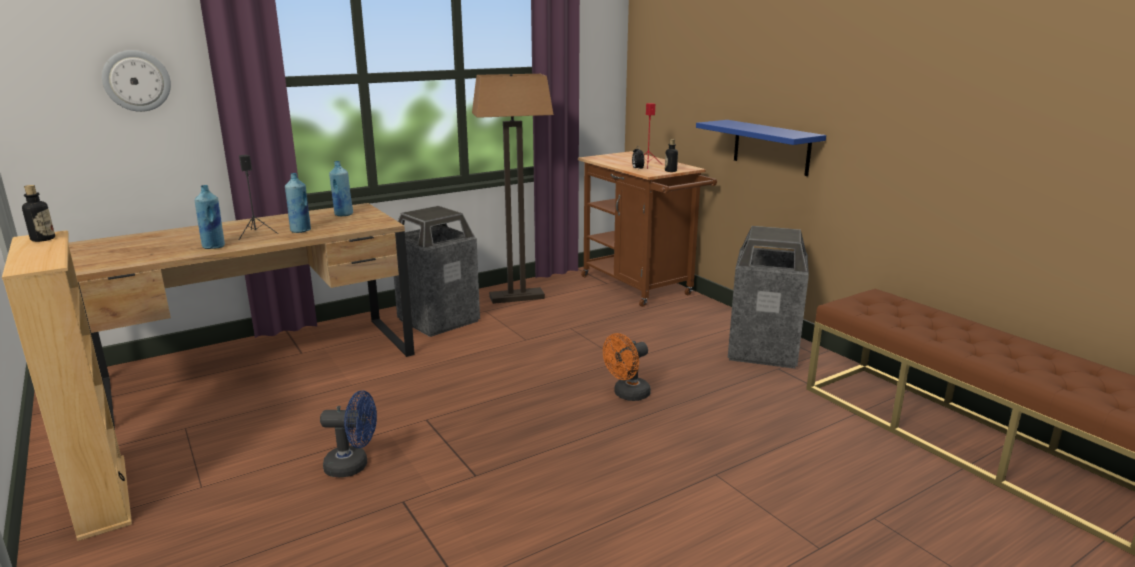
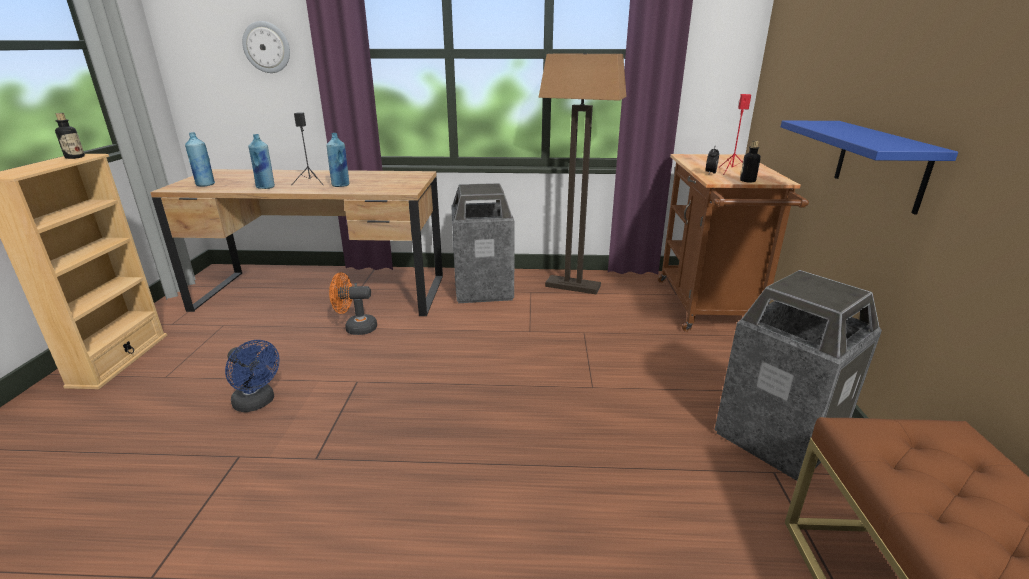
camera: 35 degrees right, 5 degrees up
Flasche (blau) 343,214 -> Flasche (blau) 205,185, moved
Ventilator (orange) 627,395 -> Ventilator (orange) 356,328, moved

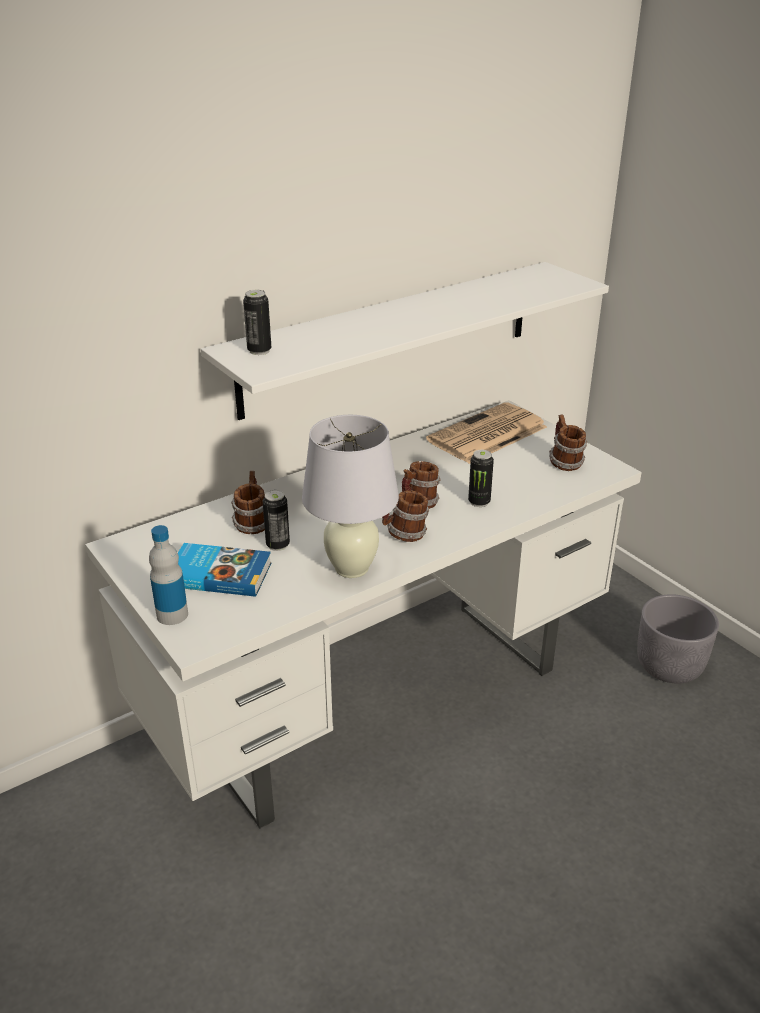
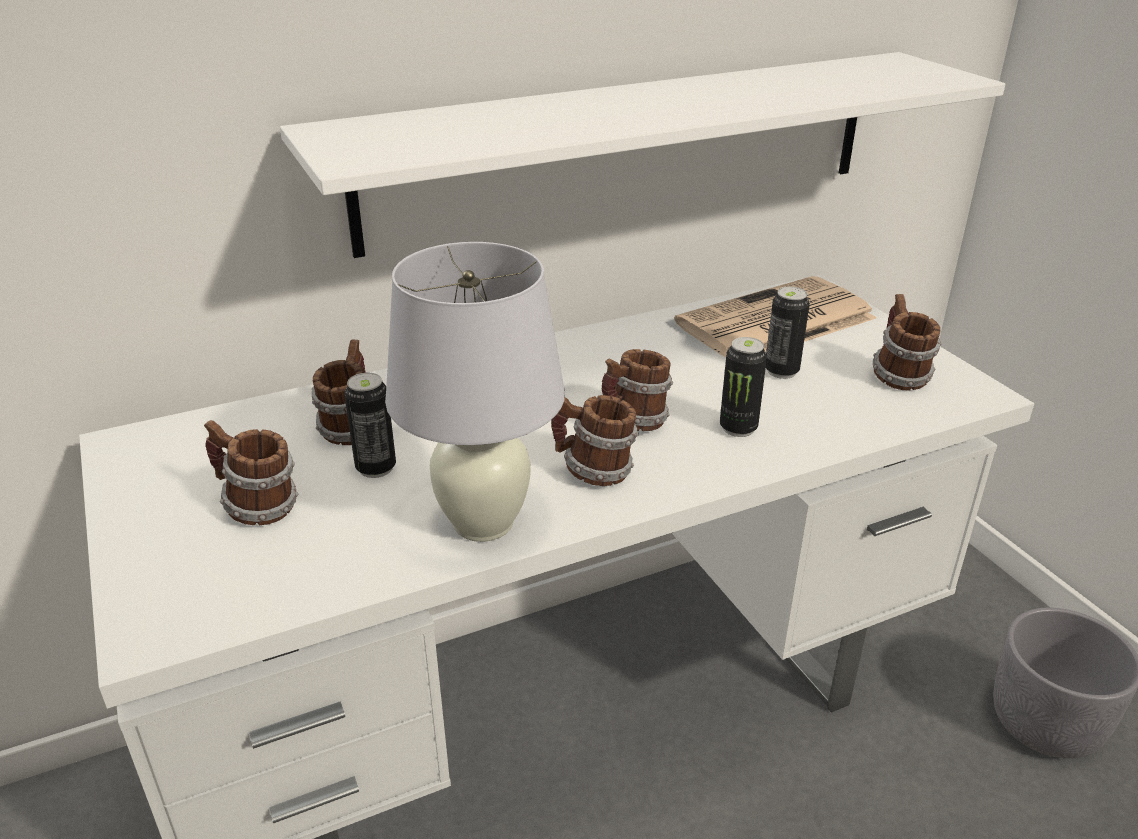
camera: 10 degrees right, 0 degrees up
Dose 259,351 -> Dose 781,371, moved
Flasche 172,615 -> none
Buch 219,573 -> Henkelbecher 257,508

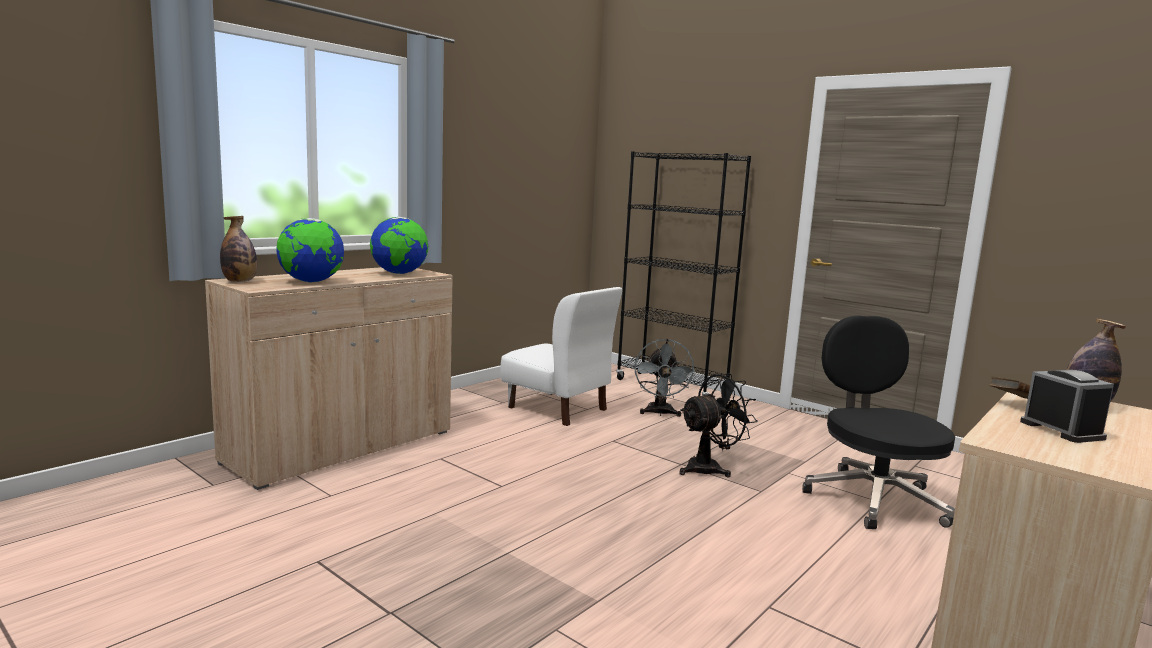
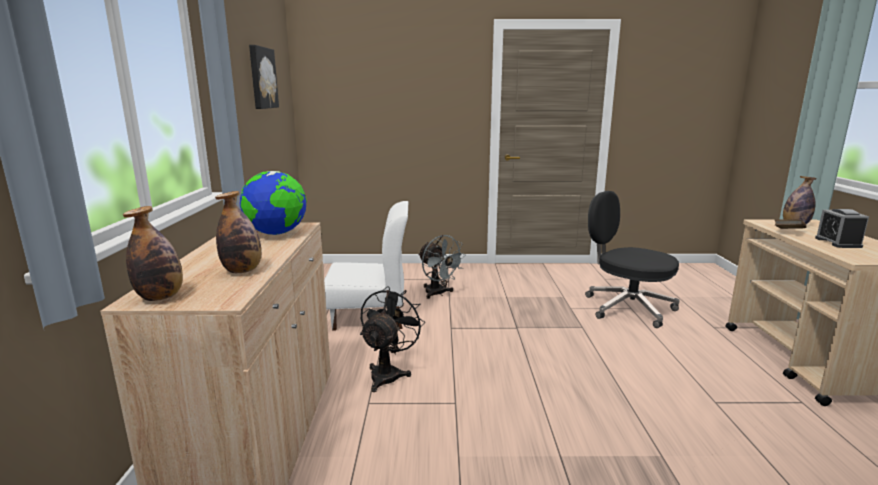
camera: 40 degrees left, 5 degrees up
Bücherregal (schwarz) 671,387 -> none
Globus 311,282 -> Flasche 242,271
Wecker 1061,430 -> Wecker 838,242, 120 degrees counterclockwise
Ventilator (schwarz) 710,468 -> Ventilator (schwarz) 388,373, moved
none -> Bild 261,78

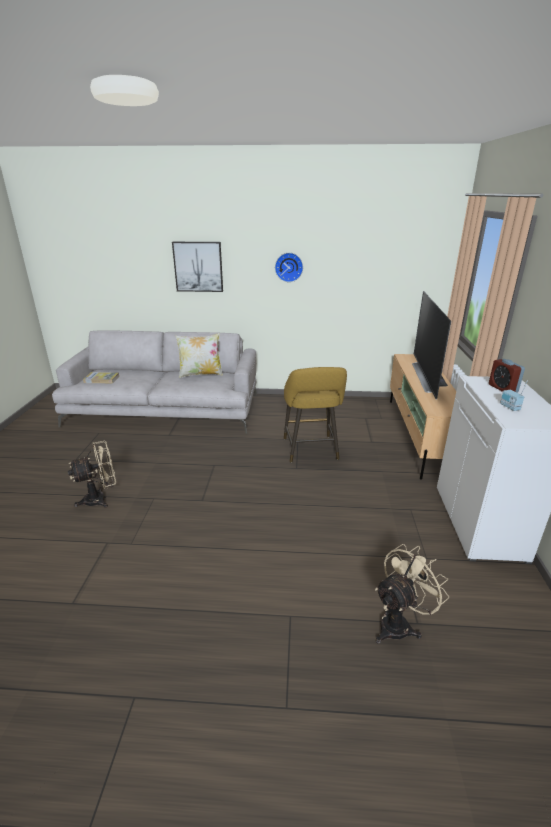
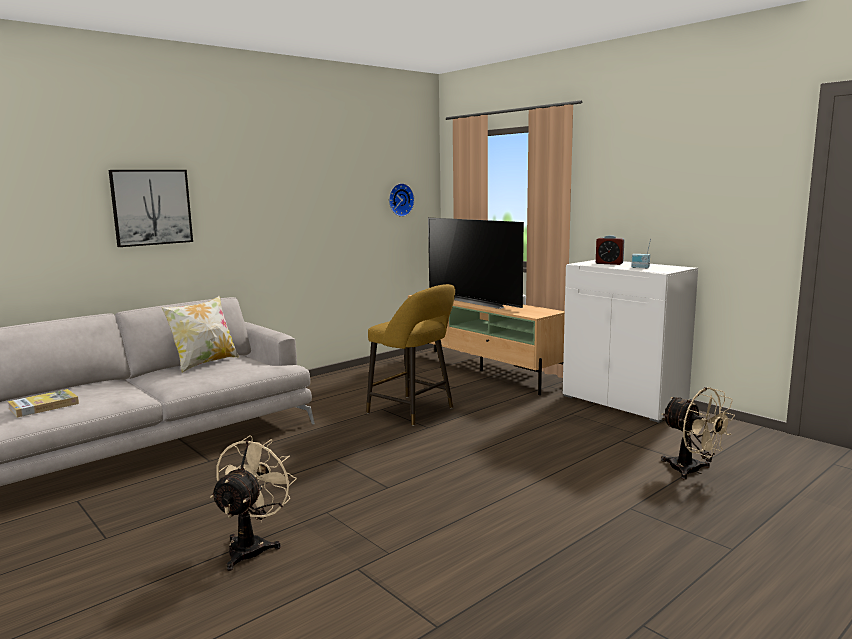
camera: 45 degrees left, 15 degrees down
Wanduhr 289,267 -> Wanduhr 400,199, moved
Ventilator (beige) 399,623 -> Ventilator (beige) 692,471, 135 degrees clockwise

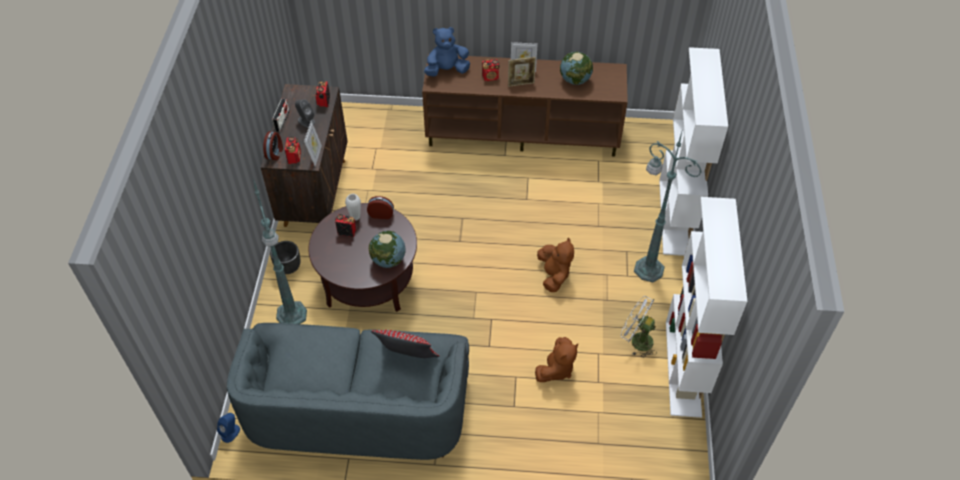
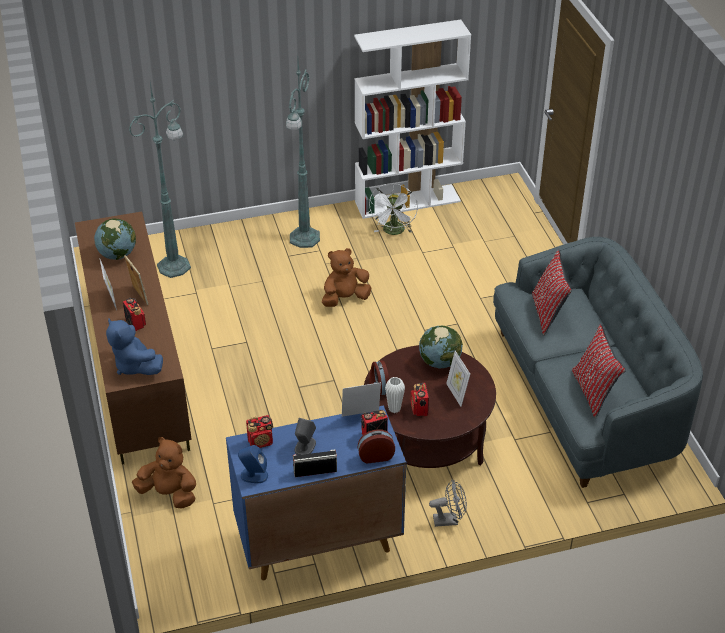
camera: 110 degrees left, 10 degrees down
Bücherregal (weiß) 675,217 -> none
Schrank (braun) 315,192 -> Schrank (blau) 317,540
Stehlampe (grün) 292,316 -> Stehlampe (grün) 175,266, moved
Pflanzkübel (schwarz) 289,267 -> Ventilator (grau) 449,520
Plüschtier (braun) 556,369 -> Plüschtier (braun) 169,494, moved
Lautsprecher (blau) 230,433 -> Lautsprecher (blau) 253,475, moved
none -> Kissen (rot) 594,392
none -> Bilderrahmen 457,394

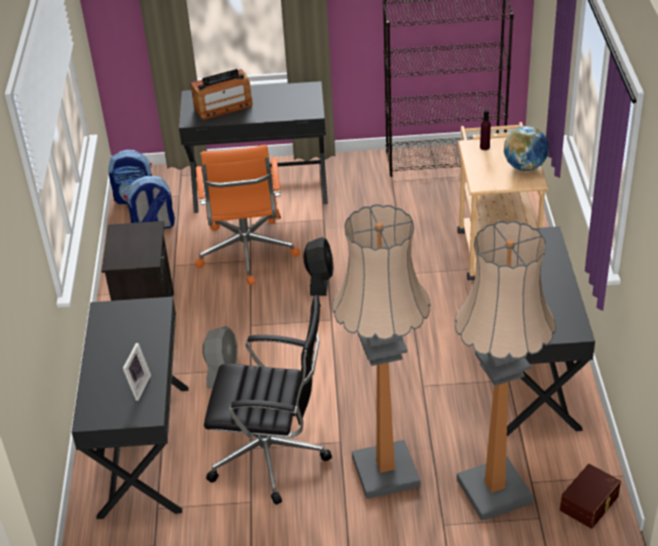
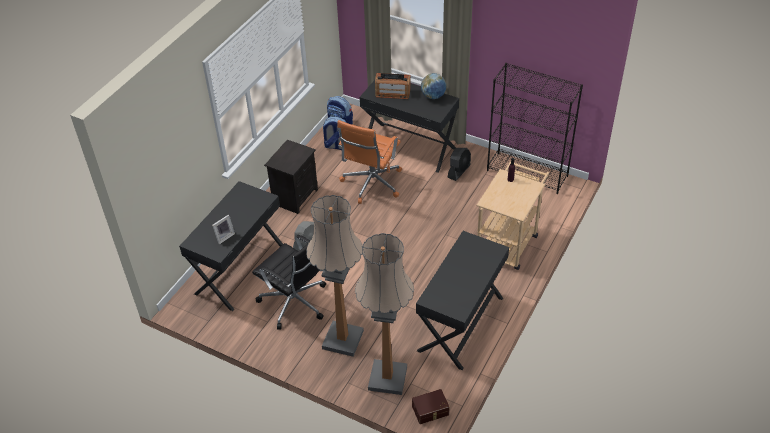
camera: 30 degrees right, 5 degrees up
Globus 525,166 -> Globus 433,96, moved
Ventilator (schwarz) 319,280 -> Ventilator (schwarz) 459,171, moved

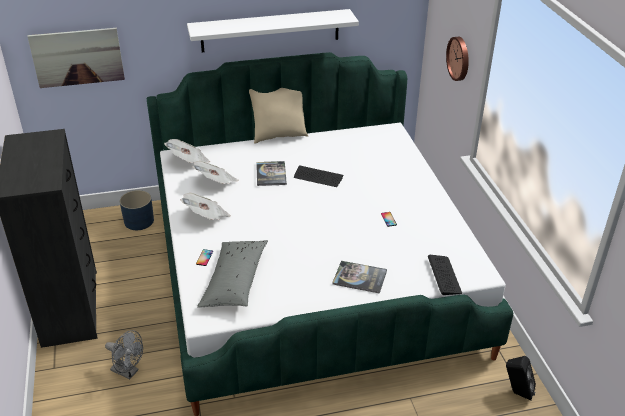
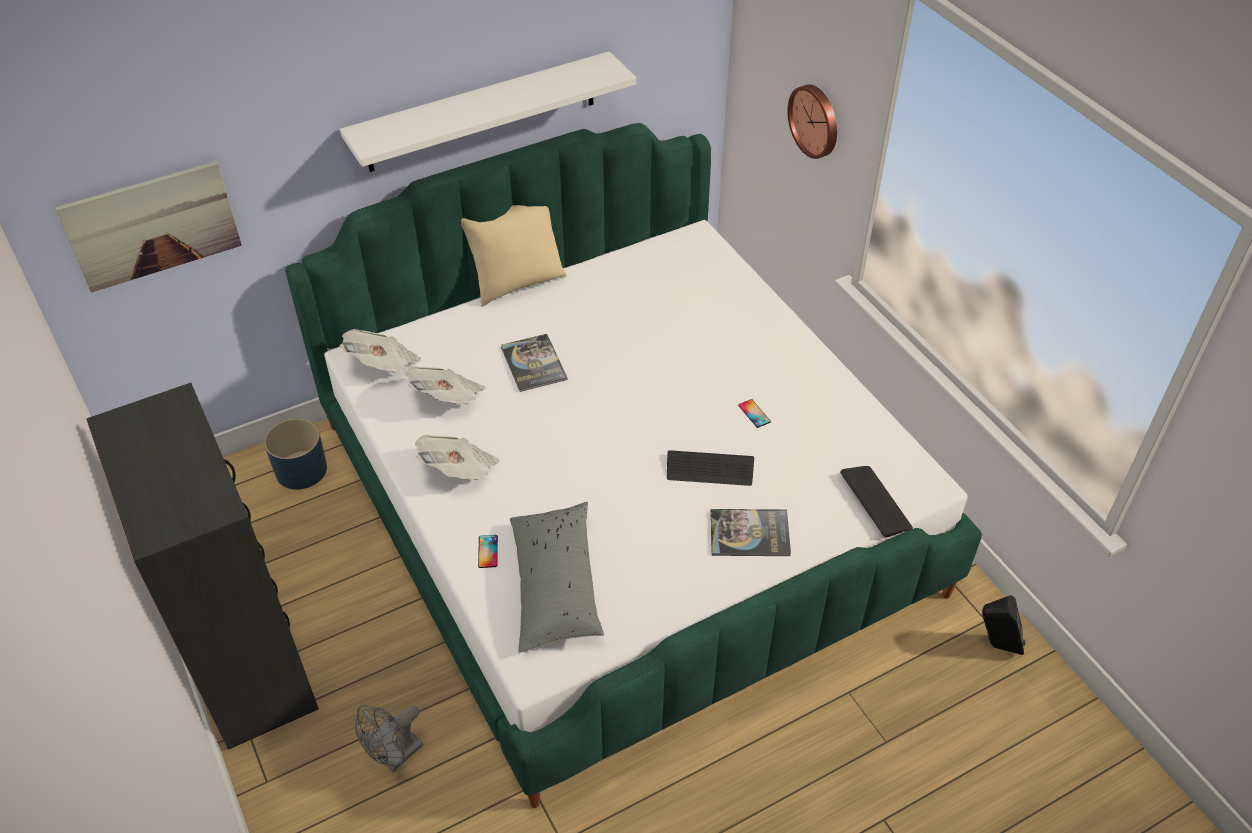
camera: 15 degrees left, 10 degrees up
Tastatur 318,177 -> Tastatur 709,469, moved
Ventilator (grau) 128,372 -> Ventilator (grau) 395,757, 120 degrees clockwise

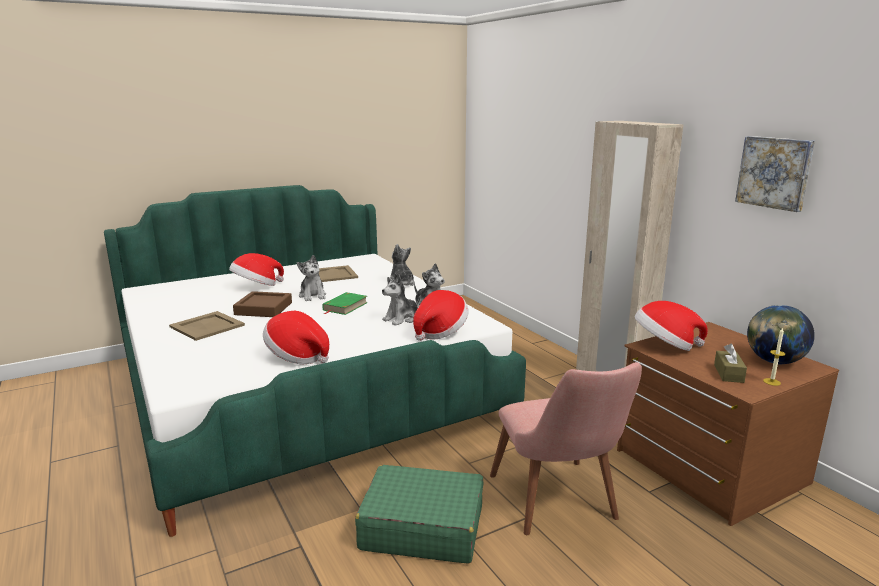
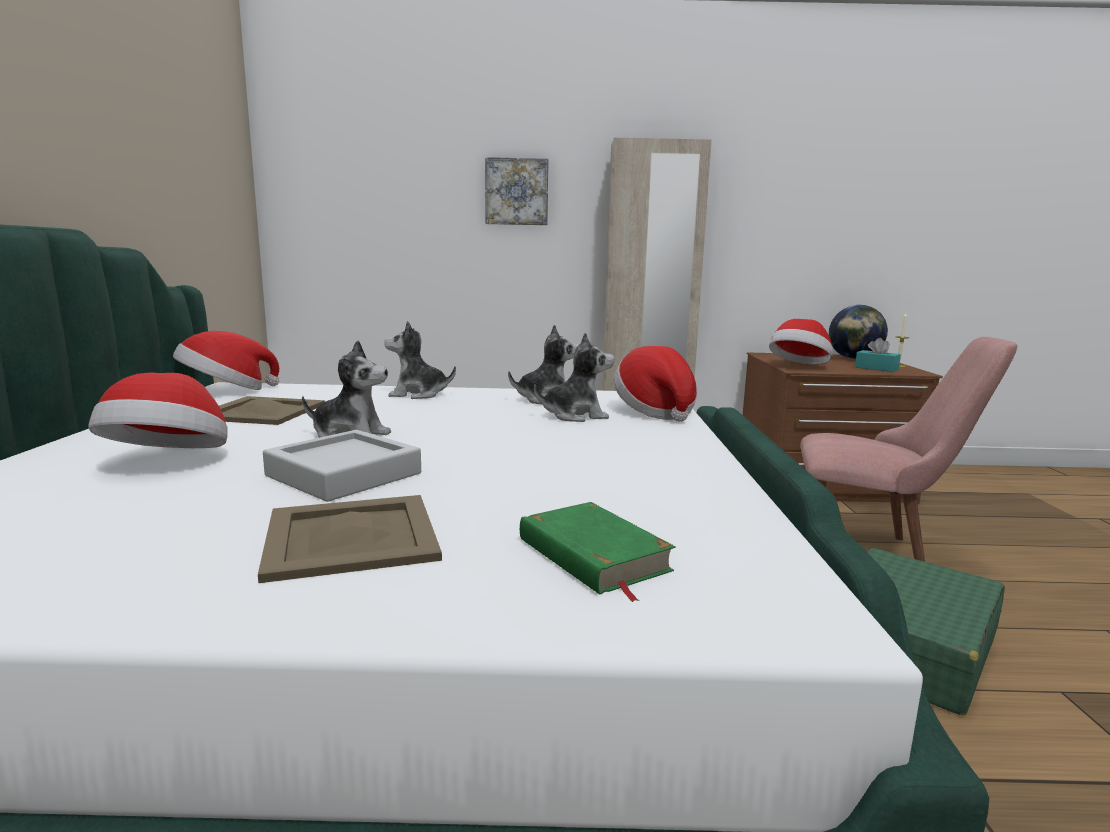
camera: 60 degrees left, 5 degrees down
Bild 775,172 -> Bild 517,192, moved
Plüschtier 402,319 -> Plüschtier 575,416, 90 degrees counterclockwise
Tablett (braun) 263,309 -> Tablett (grau) 344,475
Buch (grün) 345,306 -> Buch (grün) 592,555, moved
Hut 297,356 -> Hut 226,391, moved
Taschentuchbox (braun) 728,373 -> Taschentuchbox (türkis) 876,368

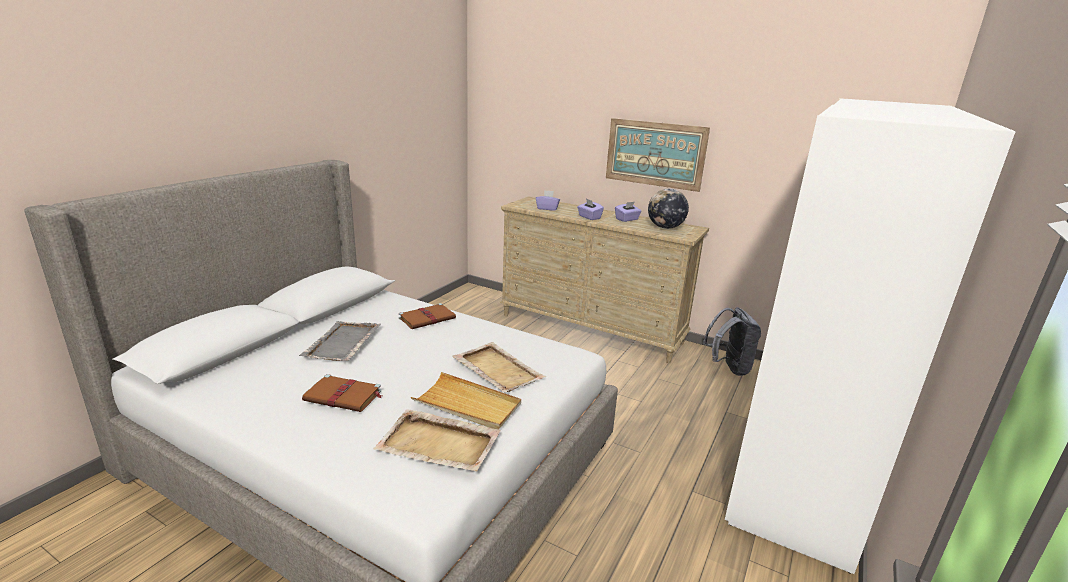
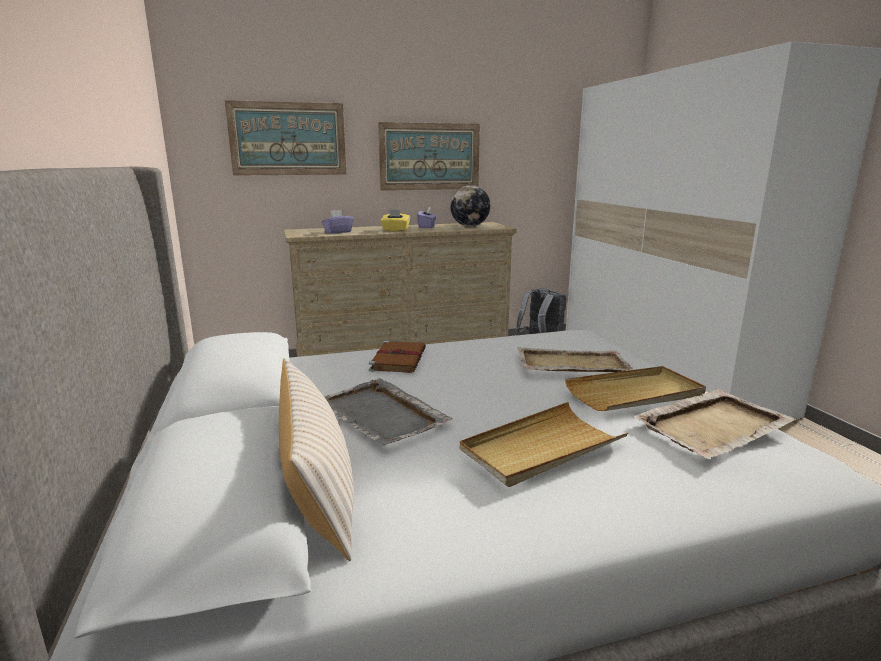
camera: 45 degrees left, 5 degrees down
Taschentuchbox (lila) 589,217 -> Taschentuchbox (gelb) 395,230
Buch (braun) 344,396 -> Tablett (beige) 541,448
none -> Bild 288,139
none -> Kissen (beige) 317,488

